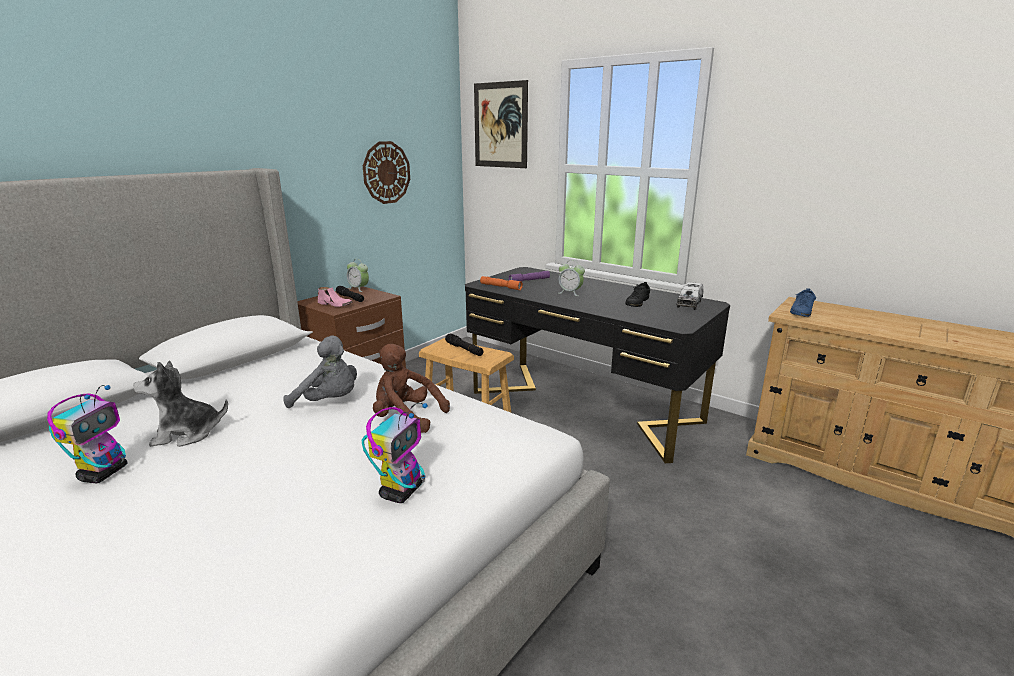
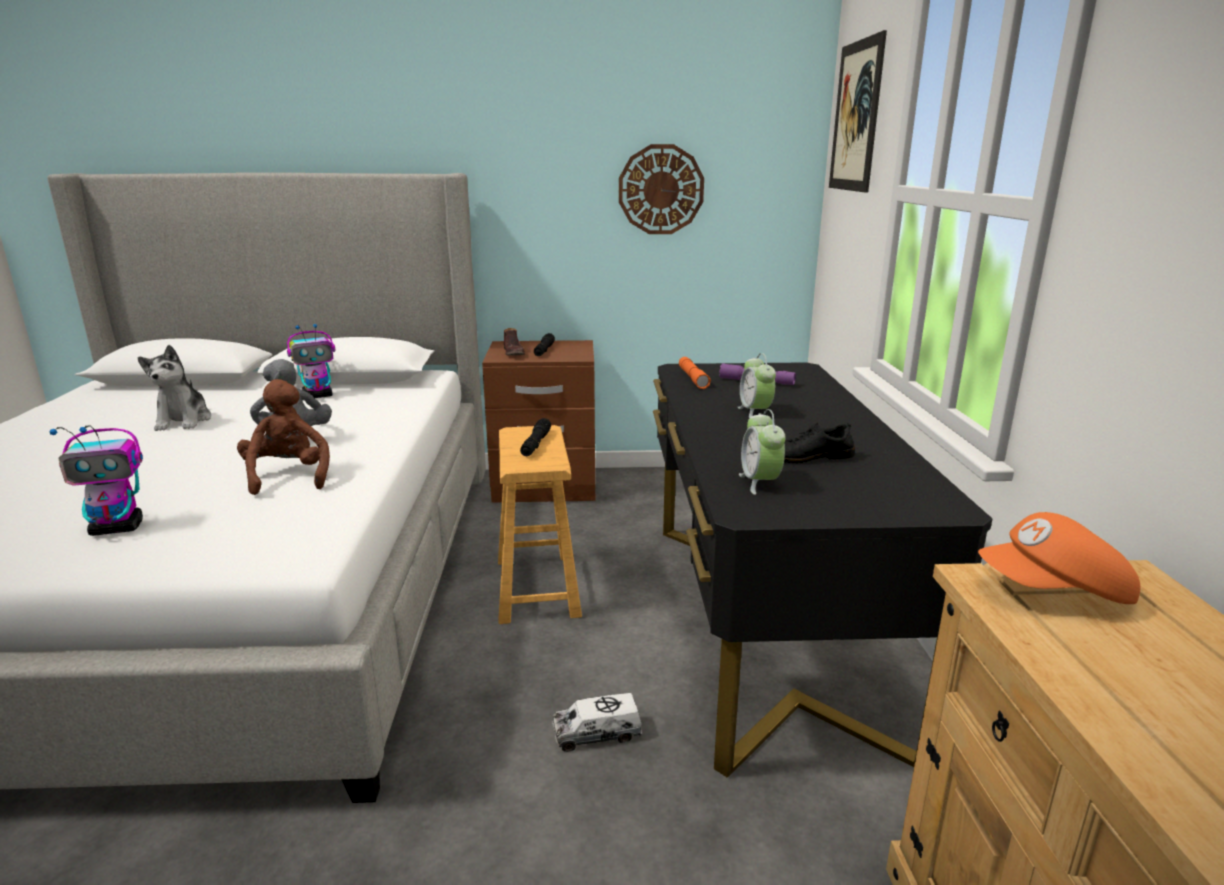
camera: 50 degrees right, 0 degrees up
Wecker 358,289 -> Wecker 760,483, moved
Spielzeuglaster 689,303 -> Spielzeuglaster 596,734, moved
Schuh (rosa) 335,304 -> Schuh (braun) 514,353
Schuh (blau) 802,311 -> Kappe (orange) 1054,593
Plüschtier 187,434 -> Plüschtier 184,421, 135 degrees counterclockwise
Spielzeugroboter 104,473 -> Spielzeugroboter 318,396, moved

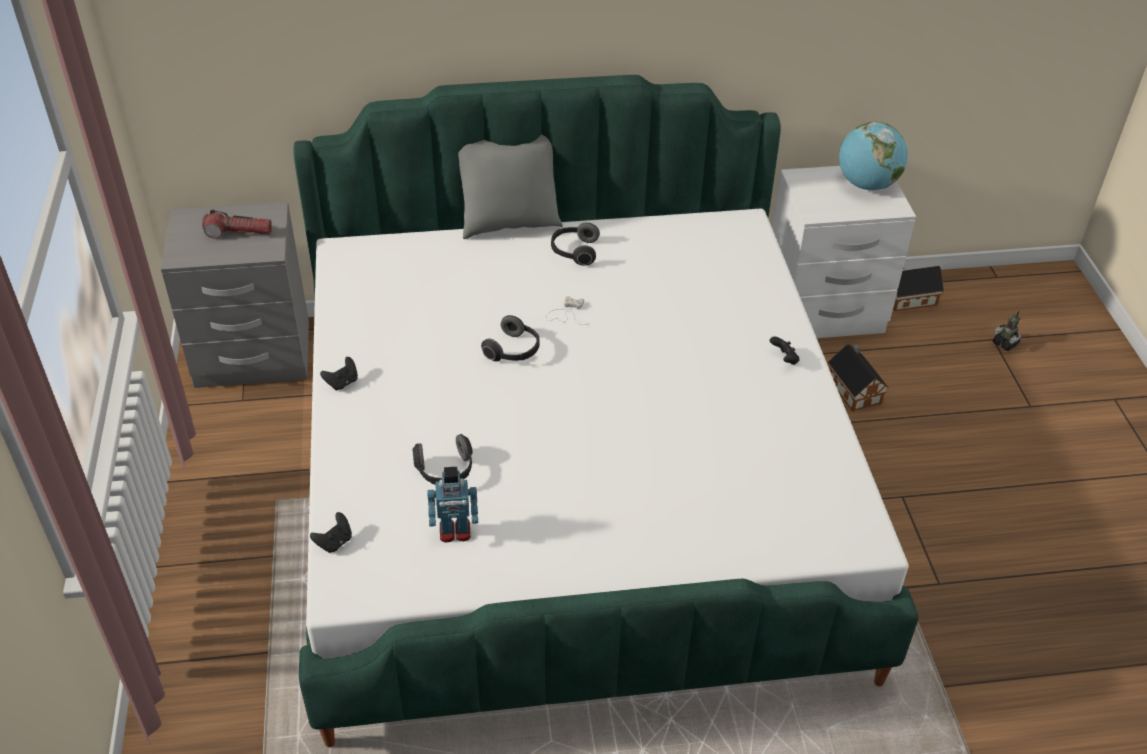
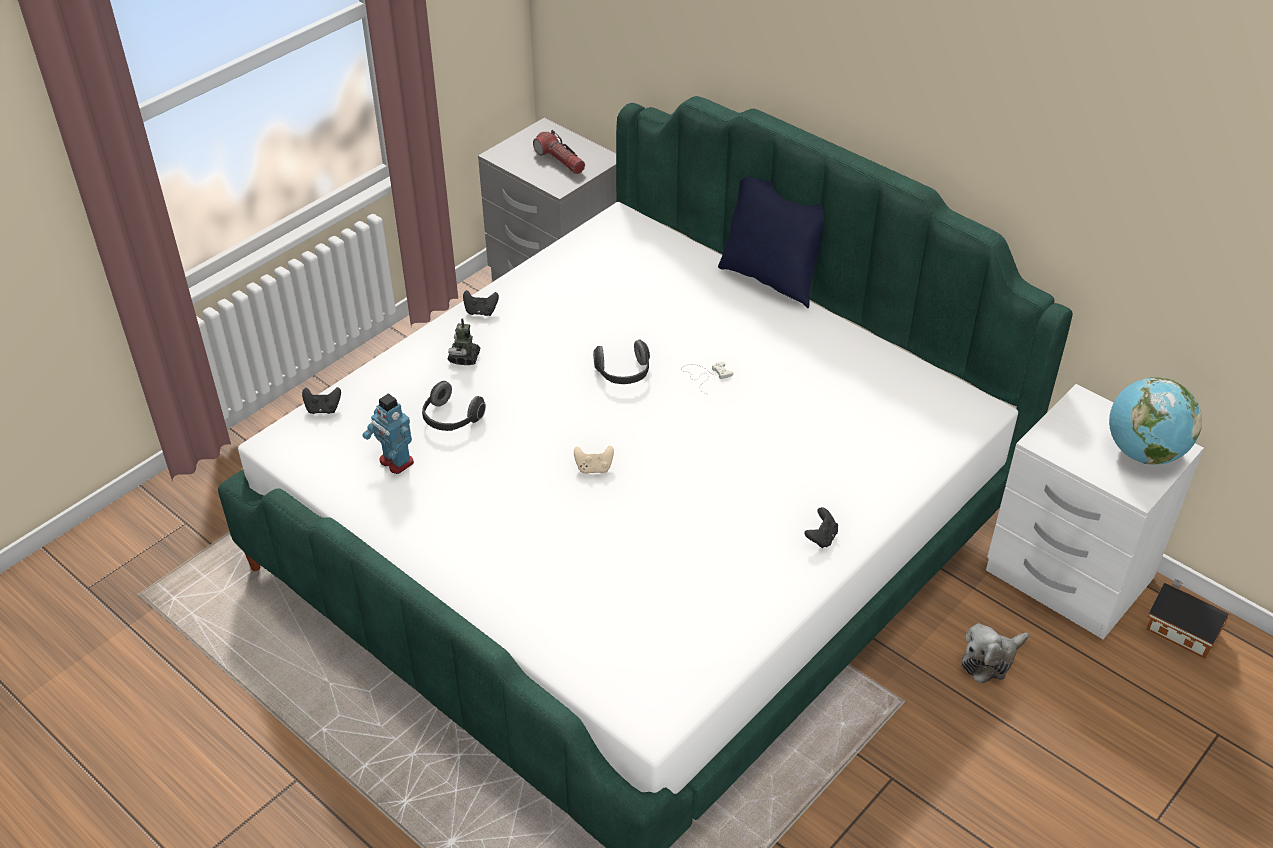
camera: 50 degrees right, 0 degrees up
Kissen (grau) 509,224 -> Kissen (blau) 771,279
Kopfhörer 574,252 -> none
Spielzeugroboter 1005,343 -> Spielzeugroboter 464,358, moved
Spielzeughaus 853,389 -> Plüschtier 990,660
none -> Gamepad (beige) 594,468

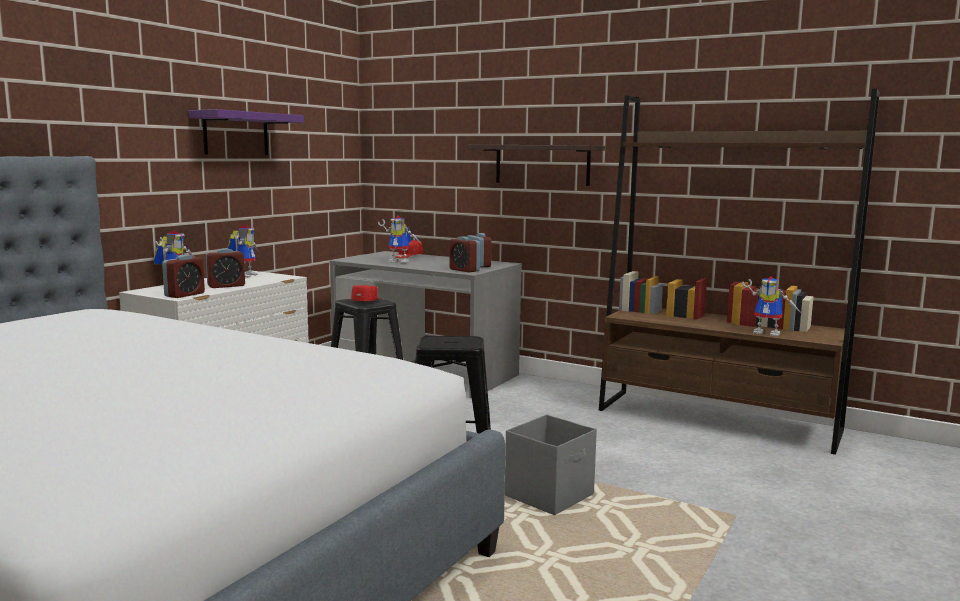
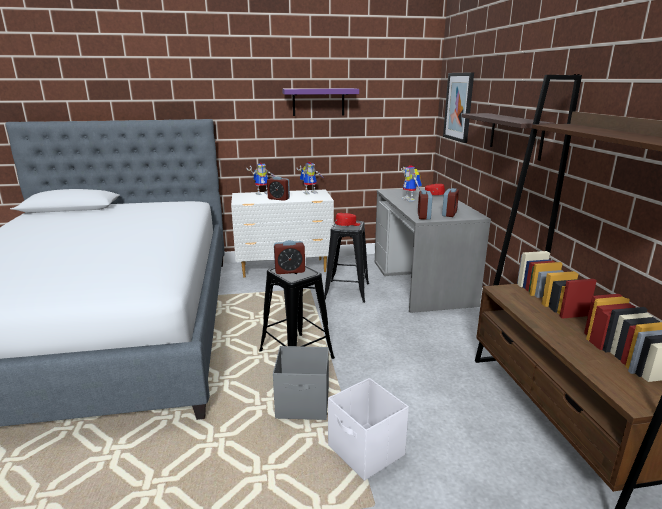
camera: 50 degrees right, 10 degrees up
Wecker 184,295 -> Wecker 290,271, moved
Spielzeugroboter 769,333 -> none
none -> Bild 458,107
none -> Aufbewahrungsbox (weiß) 366,451

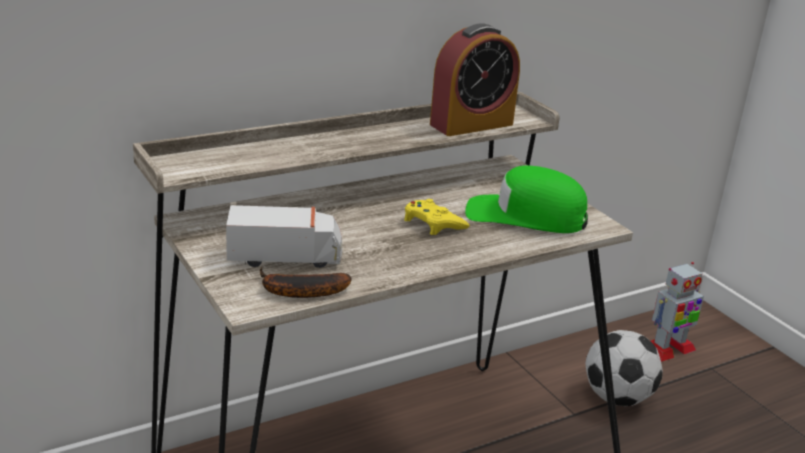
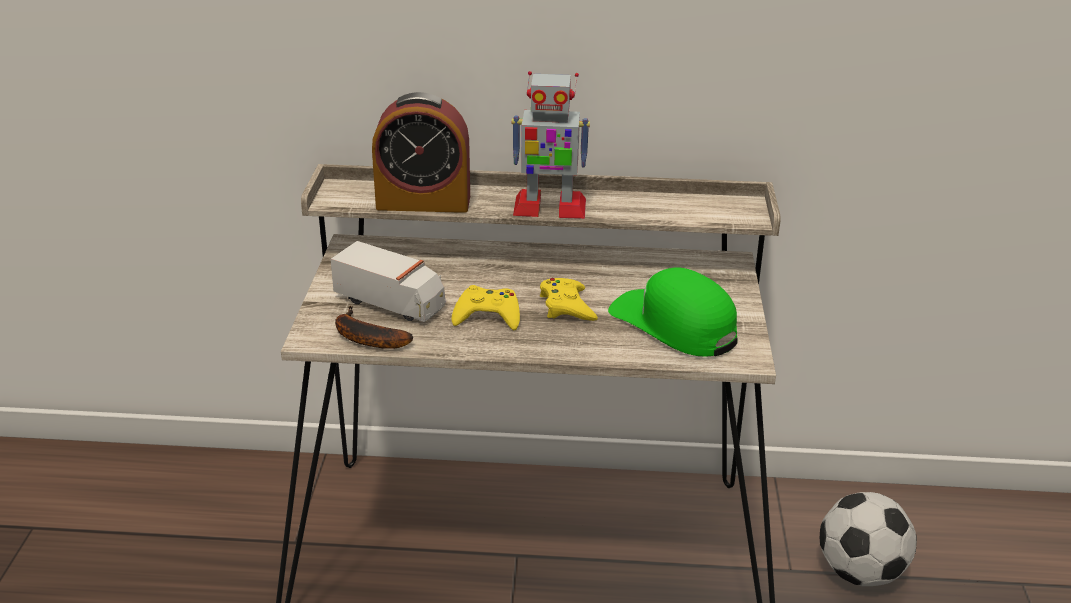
camera: 35 degrees right, 5 degrees up
Wecker 471,124 -> Wecker 423,202, moved
Spielzeugroboter 668,348 -> Spielzeugroboter 548,207, moved
none -> Gamepad (gelb) 488,315

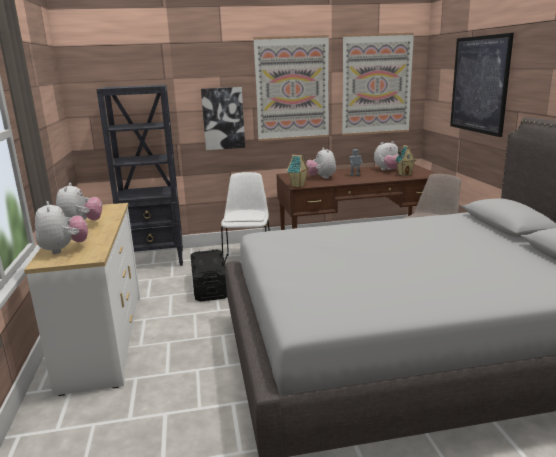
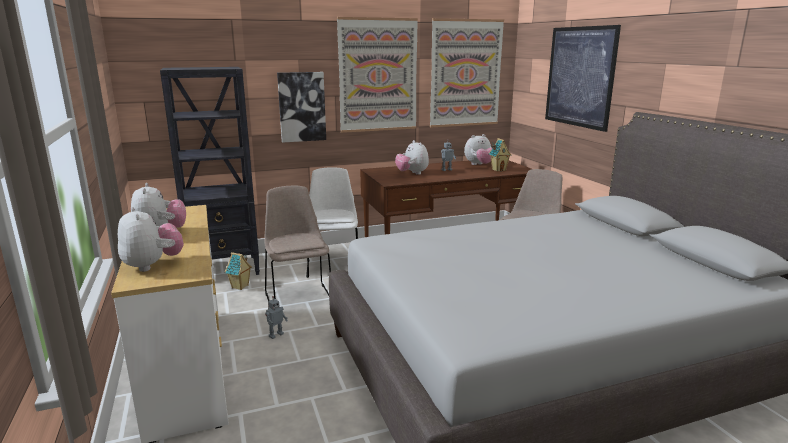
camera: 10 degrees left, 0 degrees up
Spielzeughaus 298,186 -> Spielzeughaus 240,286, moved
Aufbewahrungsbox (schwarz) 210,286 -> Stuhl (beige) 299,298
none -> Spielzeugroboter 275,335

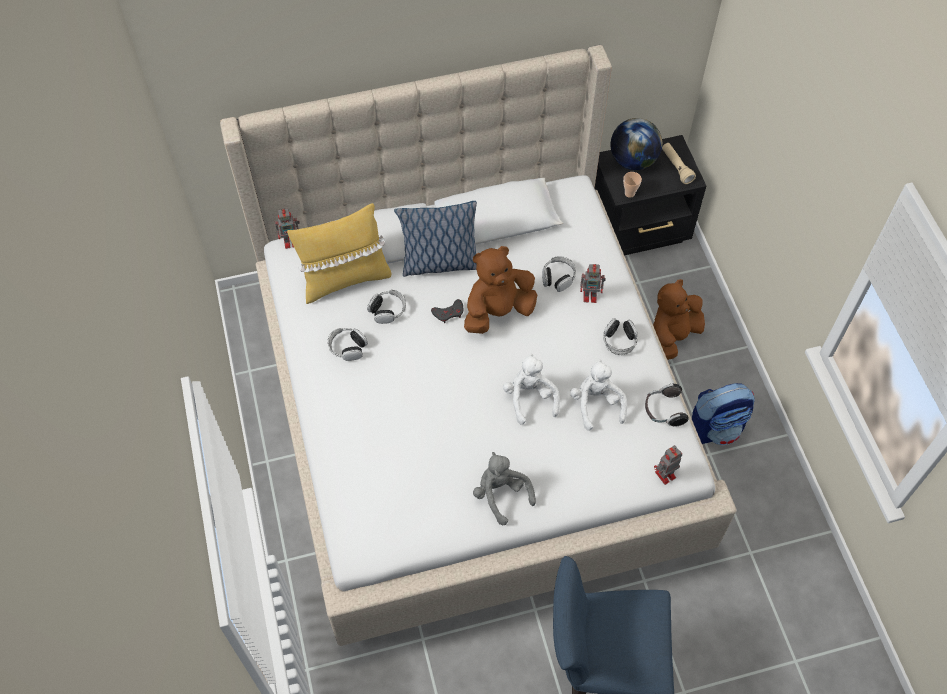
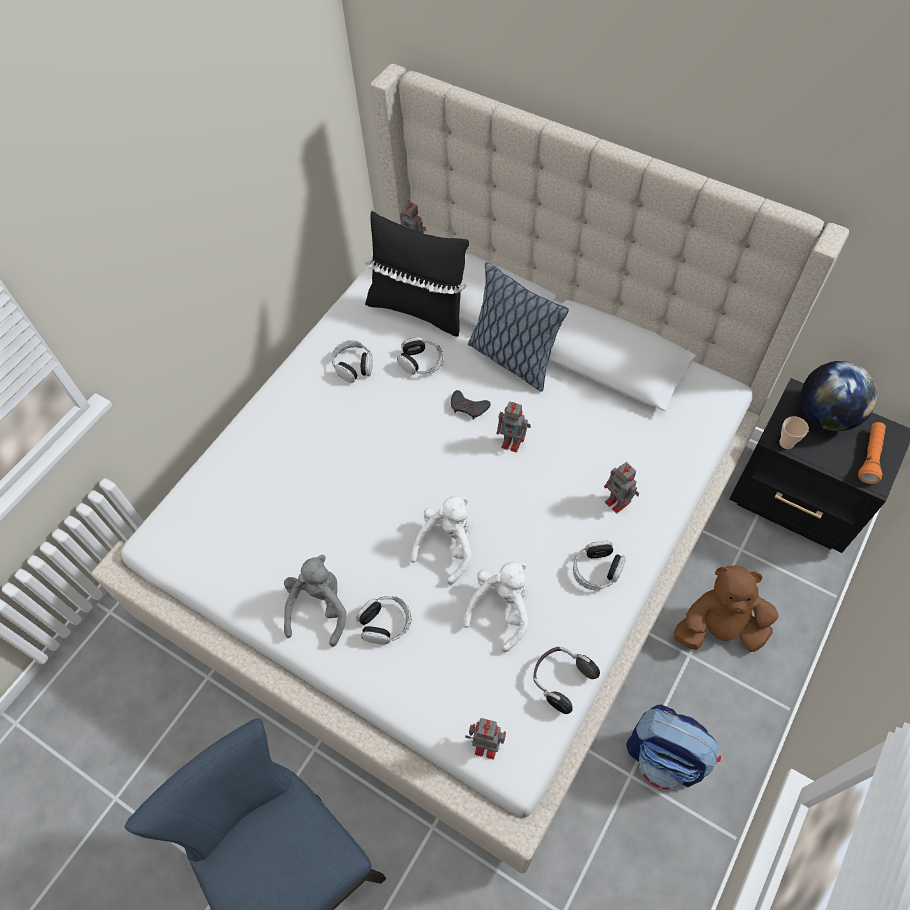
camera: 50 degrees right, 0 degrees up
Taschenlampe (beige) 676,167 -> Taschenlampe (orange) 870,457
Kissen (gelb) 344,279 -> Kissen (schwarz) 418,309
Plüschtier (braun) 498,311 -> Spielzeugroboter 513,442
Kopfhörer 558,277 -> Kopfhörer 385,623, moved

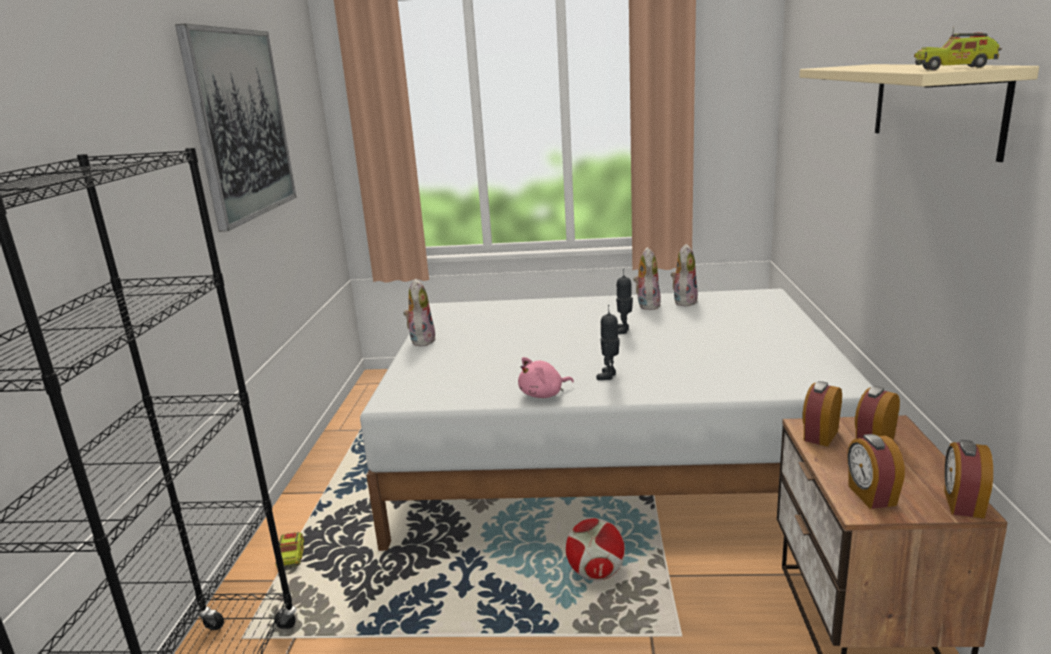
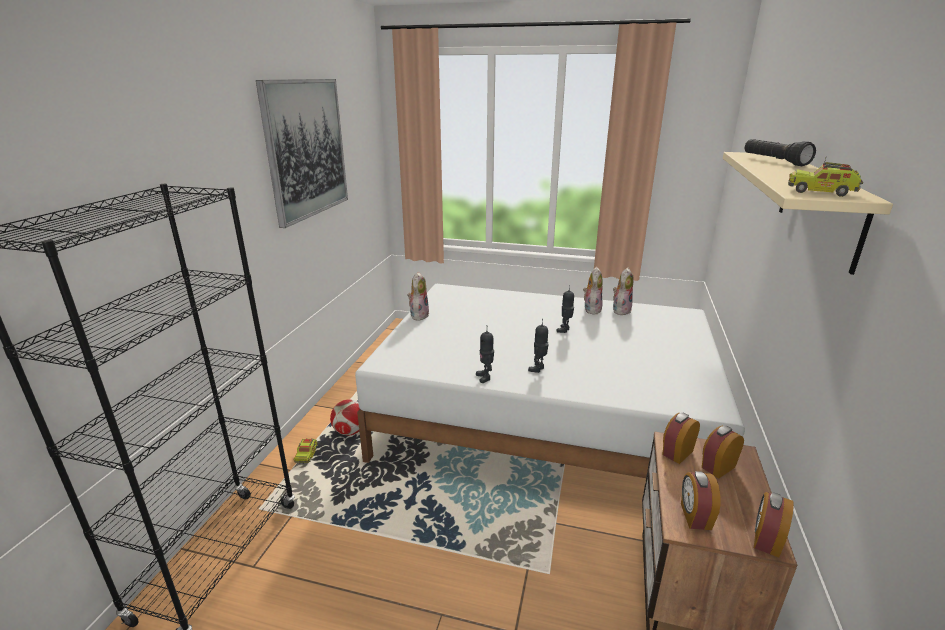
camera: 10 degrees right, 5 degrees up
Plüschtier (rosa) 544,394 -> Spielzeugroboter 485,377
Fußball 596,573 -> Fußball 350,431, moved
none -> Taschenlampe (schwarz) 774,161

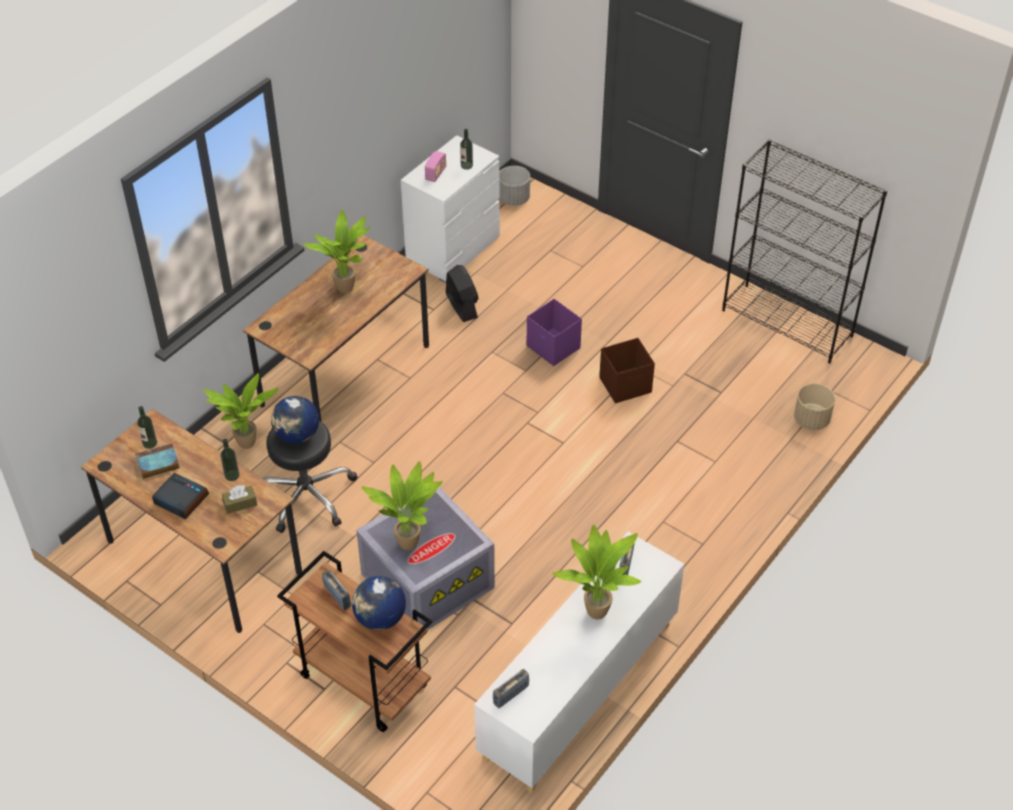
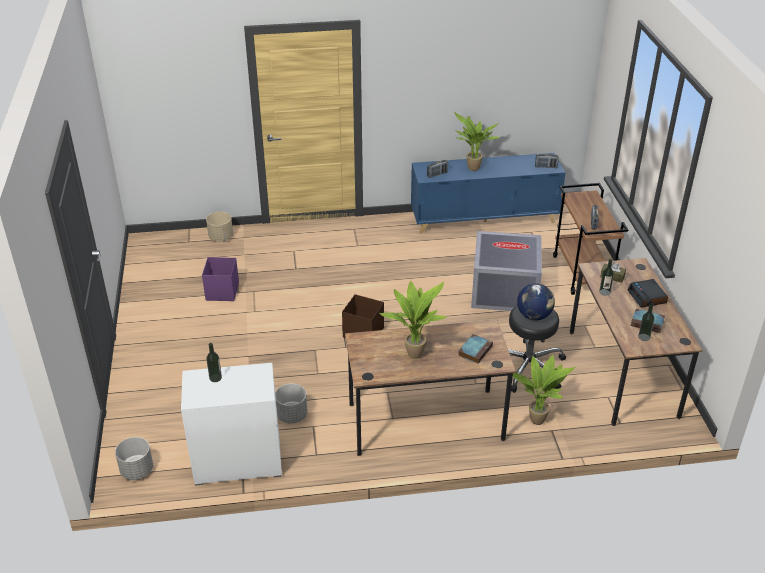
camera: 135 degrees left, 10 degrees down
Bücherregal (schwarz) 788,323 -> none
Radio 436,174 -> none
Ventilator (schwarz) 461,305 -> Pflanzkübel (grau) 292,415
Aufbewahrungsbox (lila) 553,348 -> Aufbewahrungsbox (lila) 223,291, moved
Aufbewahrungsbox (braun) 626,385 -> Aufbewahrungsbox (braun) 363,332, moved
Topfpflanze 409,541 -> none
Schrank (weiß) 578,691 -> Schrank (blau) 484,219
Globus 380,618 -> none
none -> Buch 475,350

